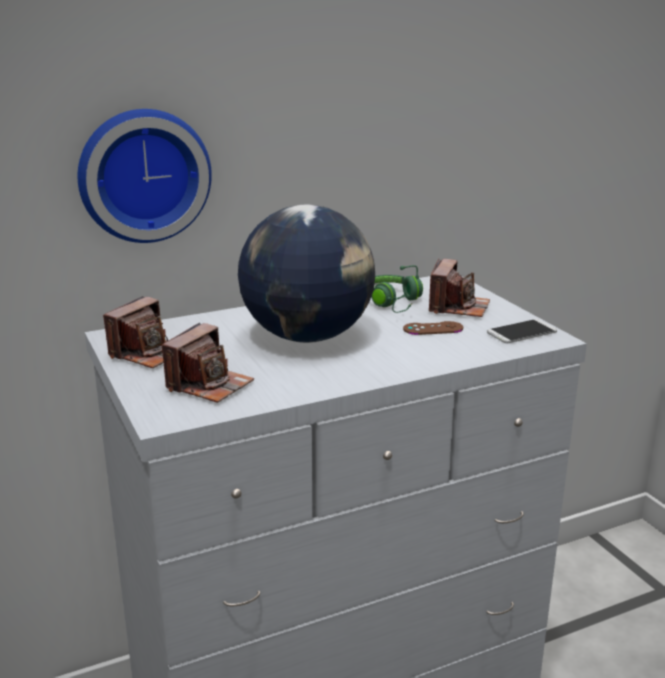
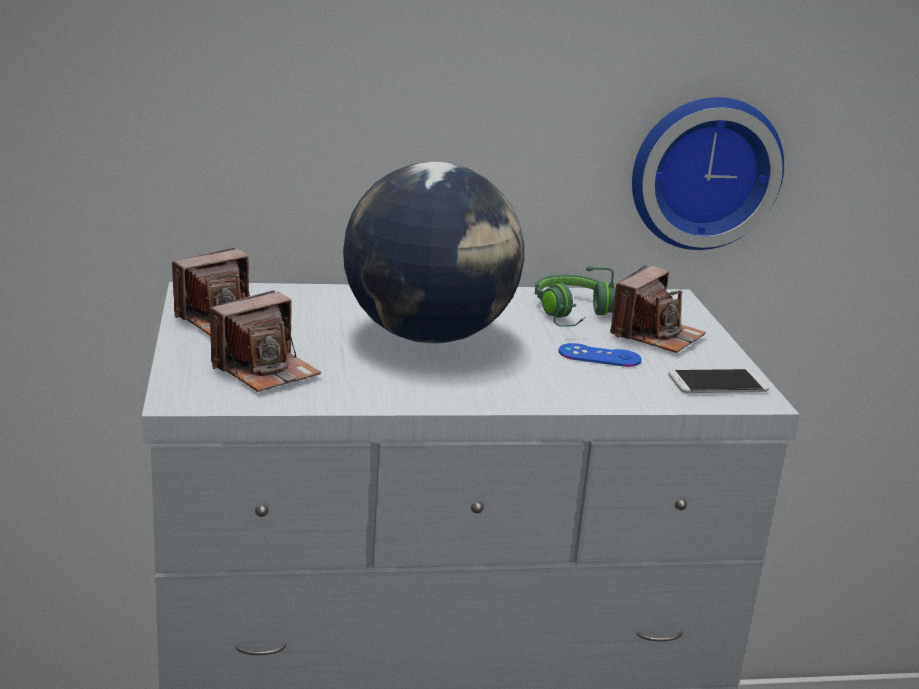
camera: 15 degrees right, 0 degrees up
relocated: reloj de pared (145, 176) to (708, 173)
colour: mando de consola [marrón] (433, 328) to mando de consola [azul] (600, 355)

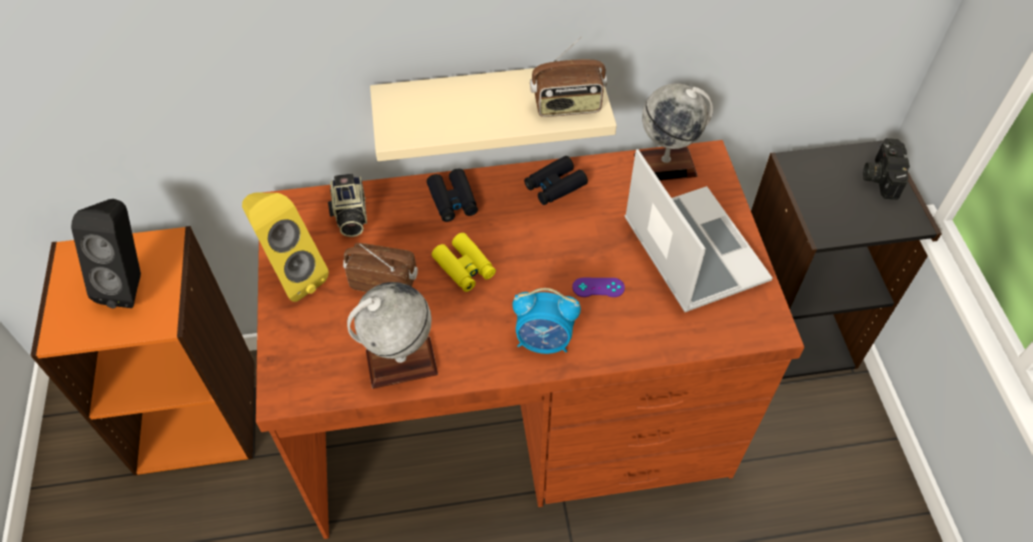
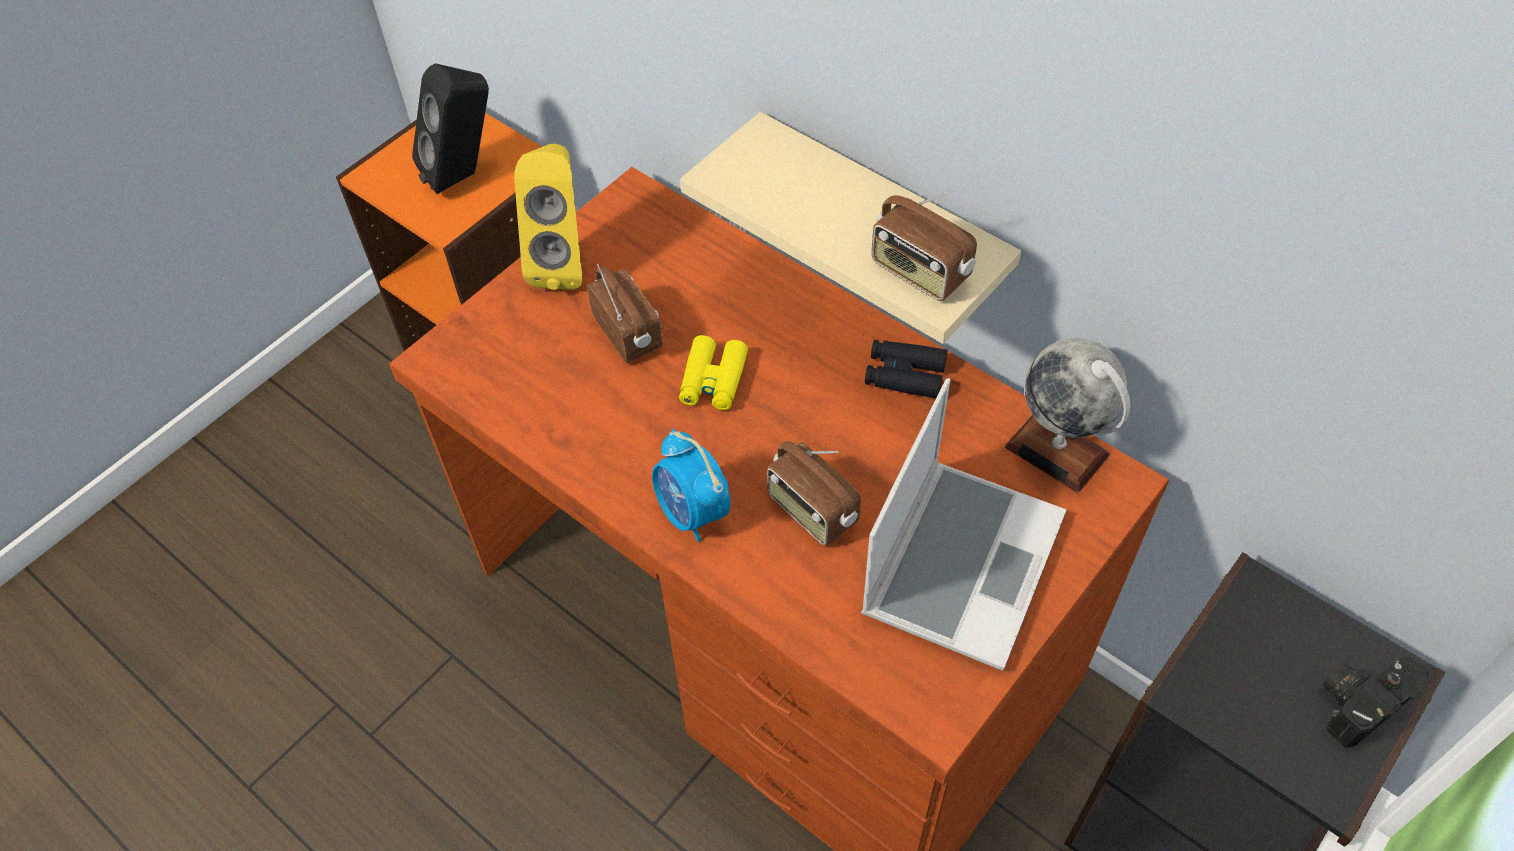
camera: 50 degrees right, 0 degrees up
missing: prismáticos [negro] (452, 195); cámara (347, 205); globo terráqueo (392, 335)
exchanged: mando de consola [morado] (598, 287) to radio (814, 493)

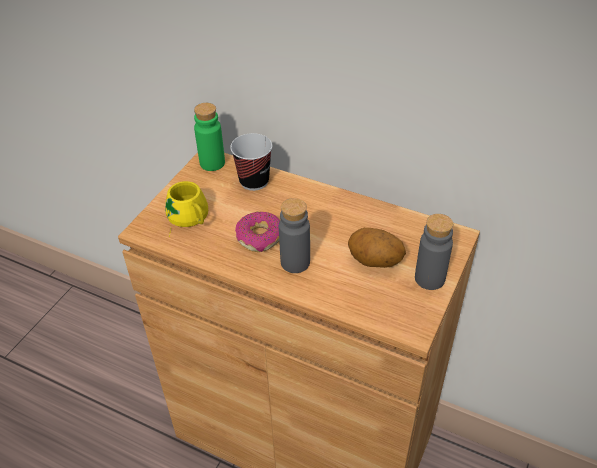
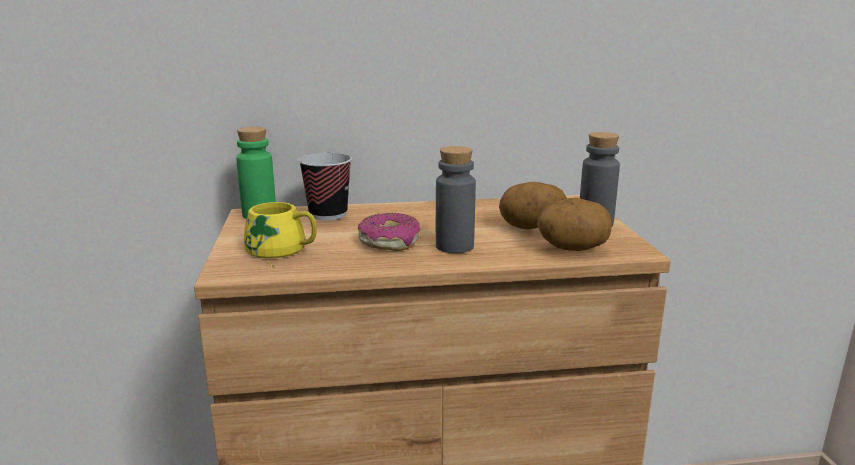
camera: 35 degrees left, 25 degrees down
appeared: patata (574, 224)

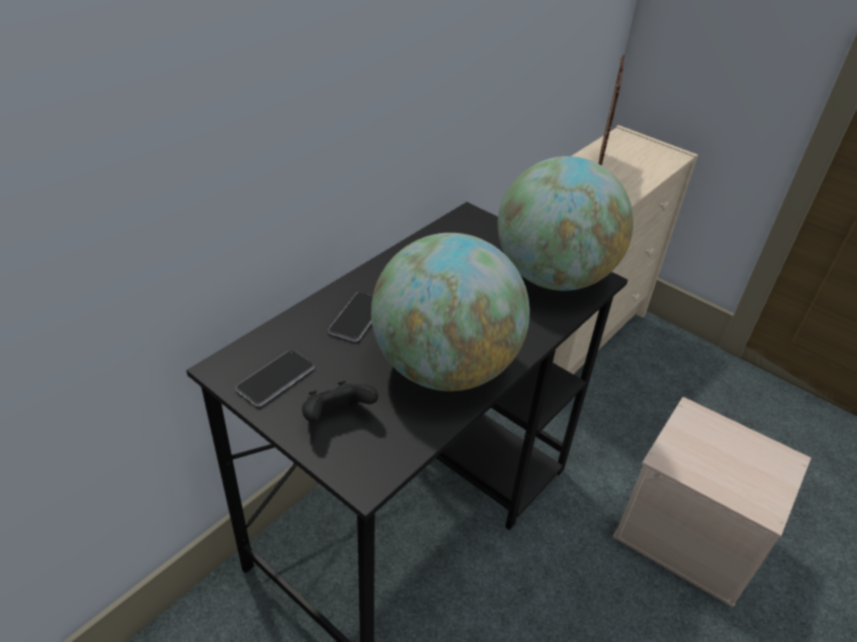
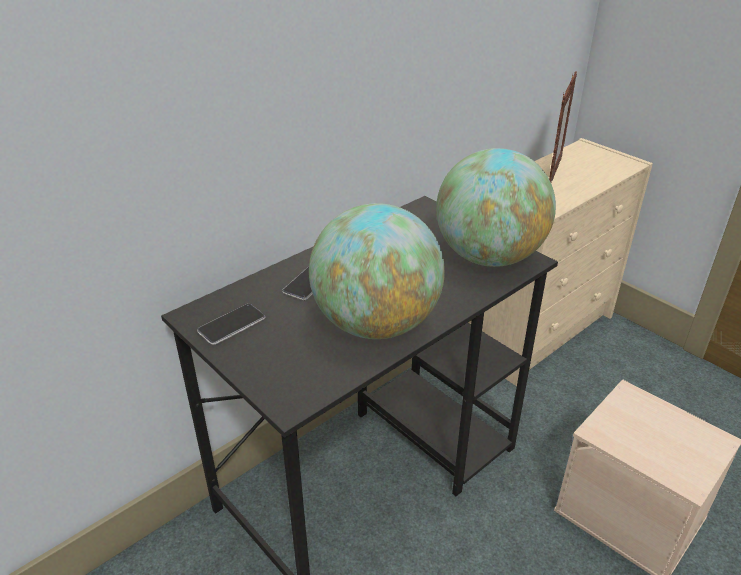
camera: 10 degrees right, 5 degrees down
missing: mando de consola [negro] (340, 401)

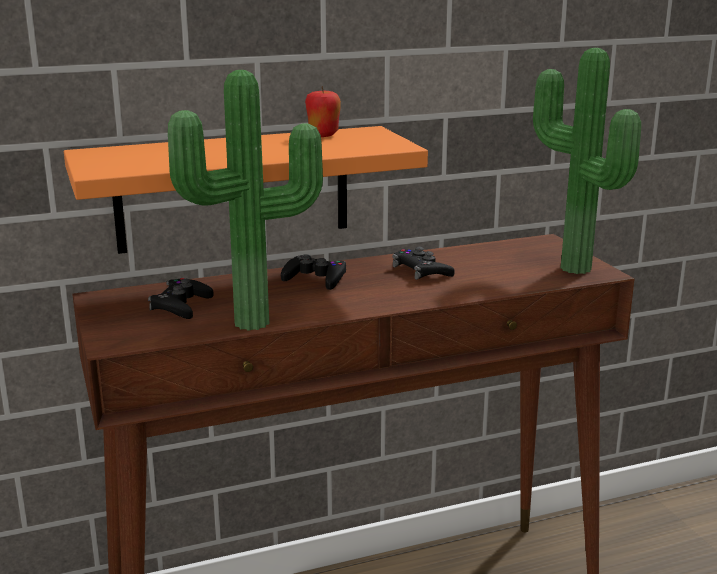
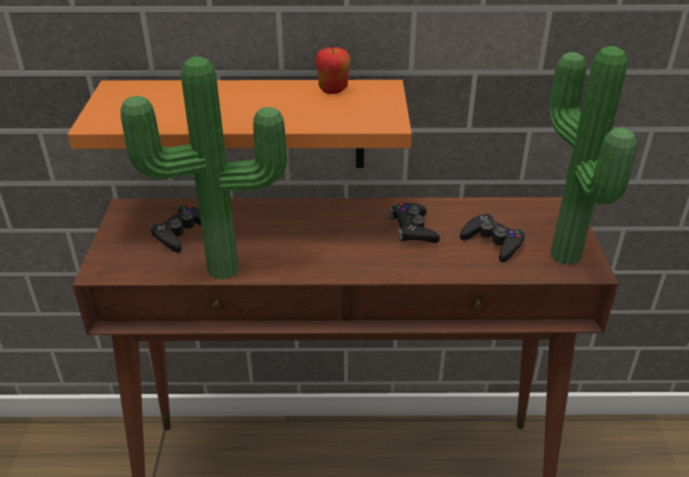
camera: 20 degrees right, 15 degrees up
relocated: mando de consola [negro] (313, 272) to (492, 238)

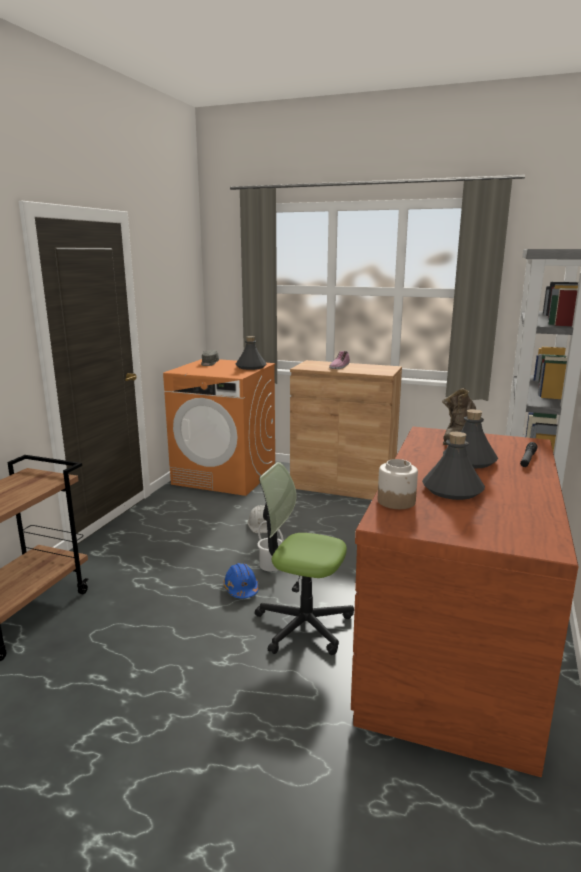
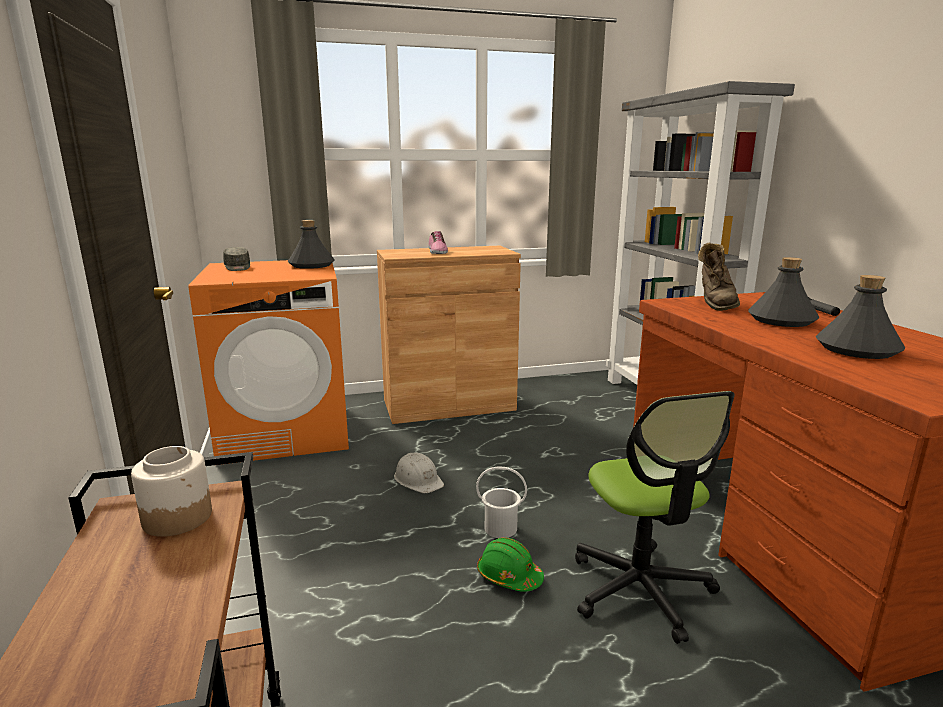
camera: 35 degrees left, 0 degrees up
relocated: tarro (398, 484) to (171, 491)
colour: casco [azul] (240, 580) to casco [verde] (510, 564)
spun: silla de oficina (304, 558) = (655, 517) 90 degrees counterclockwise

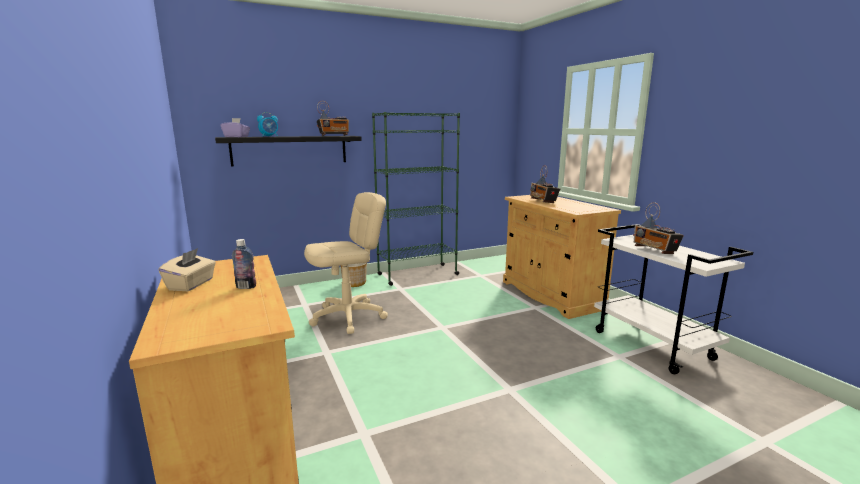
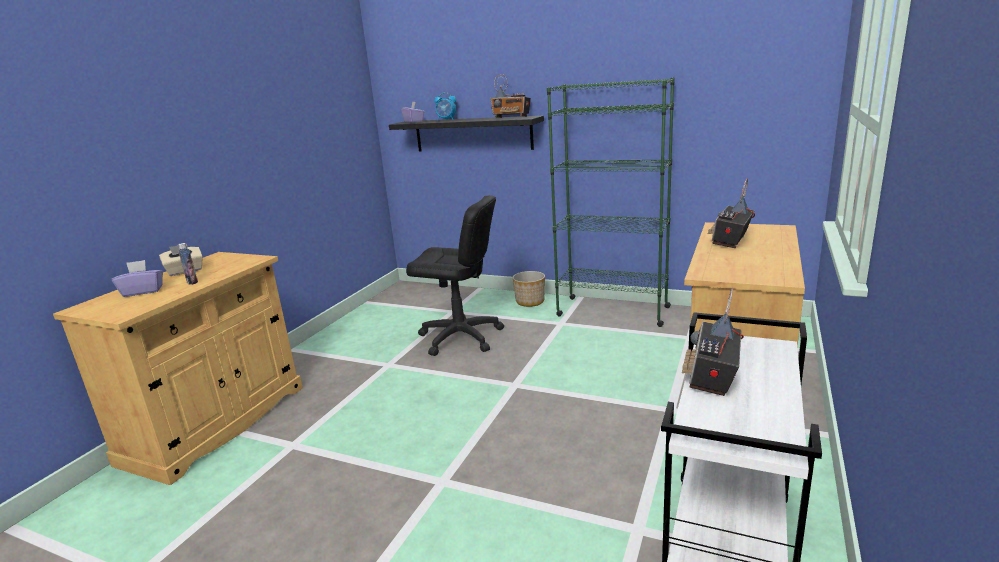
camera: 50 degrees right, 5 degrees up
appeared: caja de pañuelos [morado] (137, 278)
colour: silla de oficina [beis] (346, 263) to silla de oficina [negro] (455, 275)

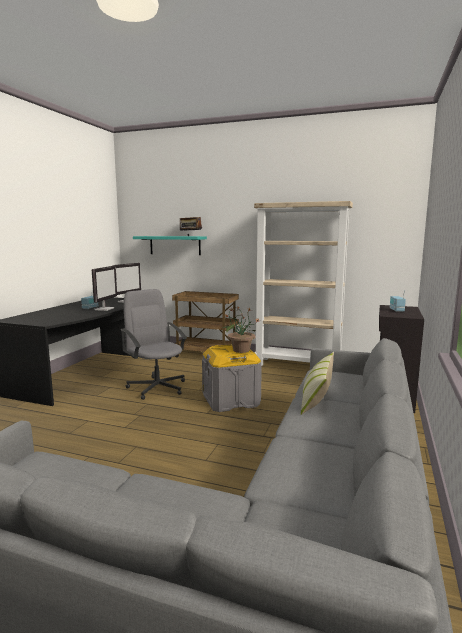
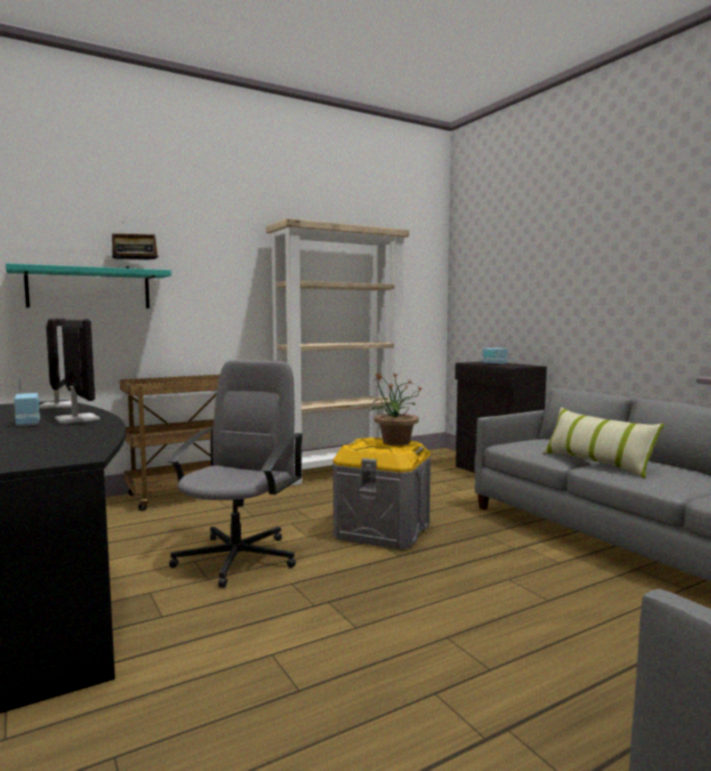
camera: 50 degrees left, 5 degrees down
spun: silla de oficina [gris] (153, 344) = (235, 474) 105 degrees clockwise

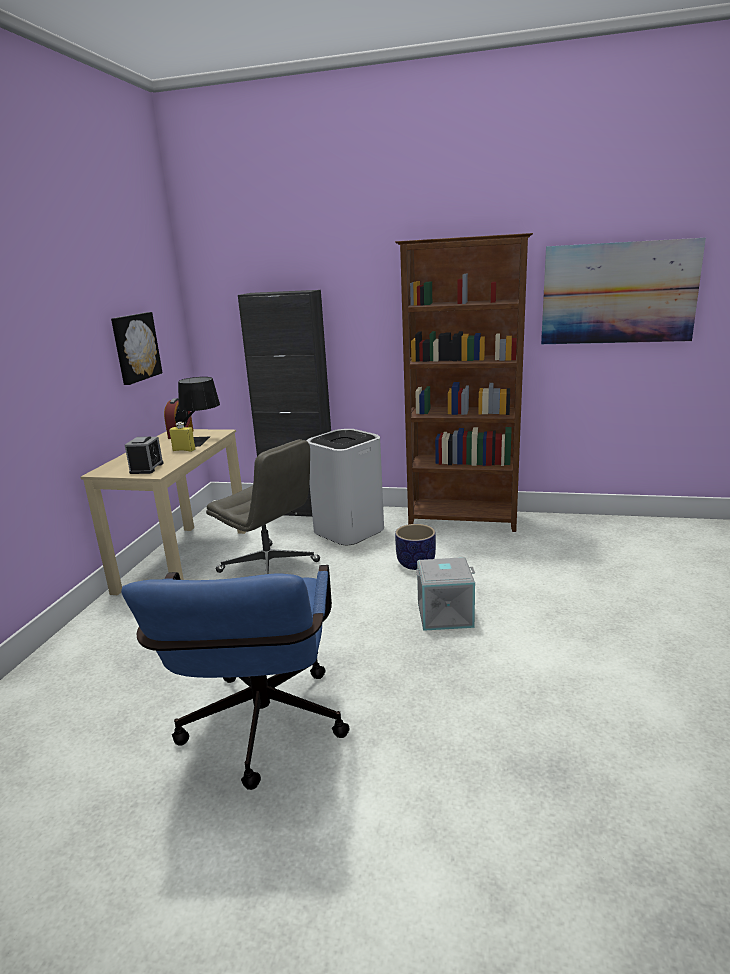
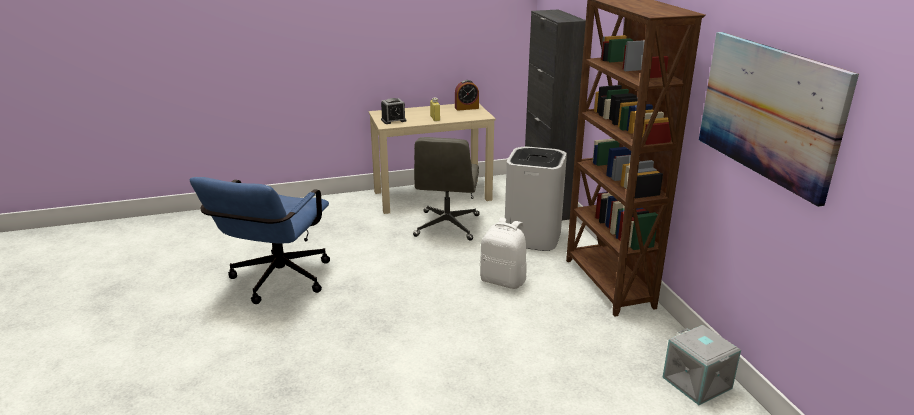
camera: 60 degrees right, 5 degrees up
missing: cuadro (136, 348); lámpara de mesa [negro] (197, 412)
relocated: caja de almacenaje [gris] (445, 594) to (701, 365)
exchanged: maceta (415, 547) to mochila [blanco] (503, 253)
spun: silla de oficina [azul] (235, 677) = (260, 240) 45 degrees counterclockwise

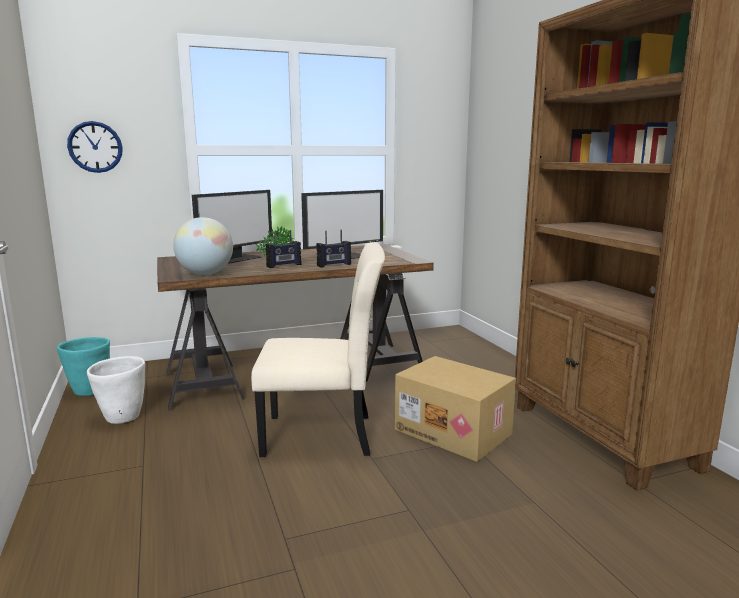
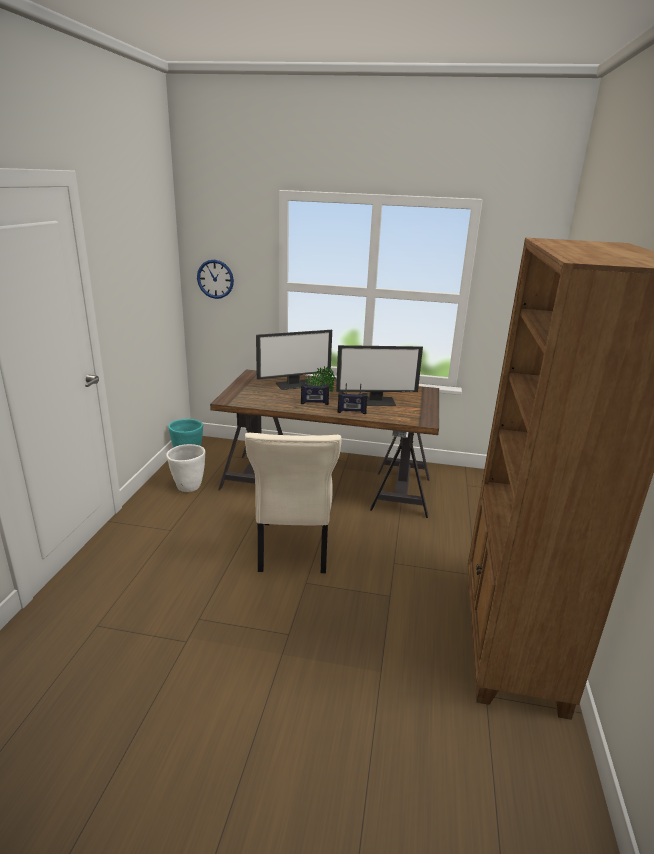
camera: 30 degrees right, 10 degrees up
missing: globo terráqueo (203, 246); caja de cartón (455, 409)
spun: silla [beis] (318, 349) = (293, 503) 60 degrees clockwise

